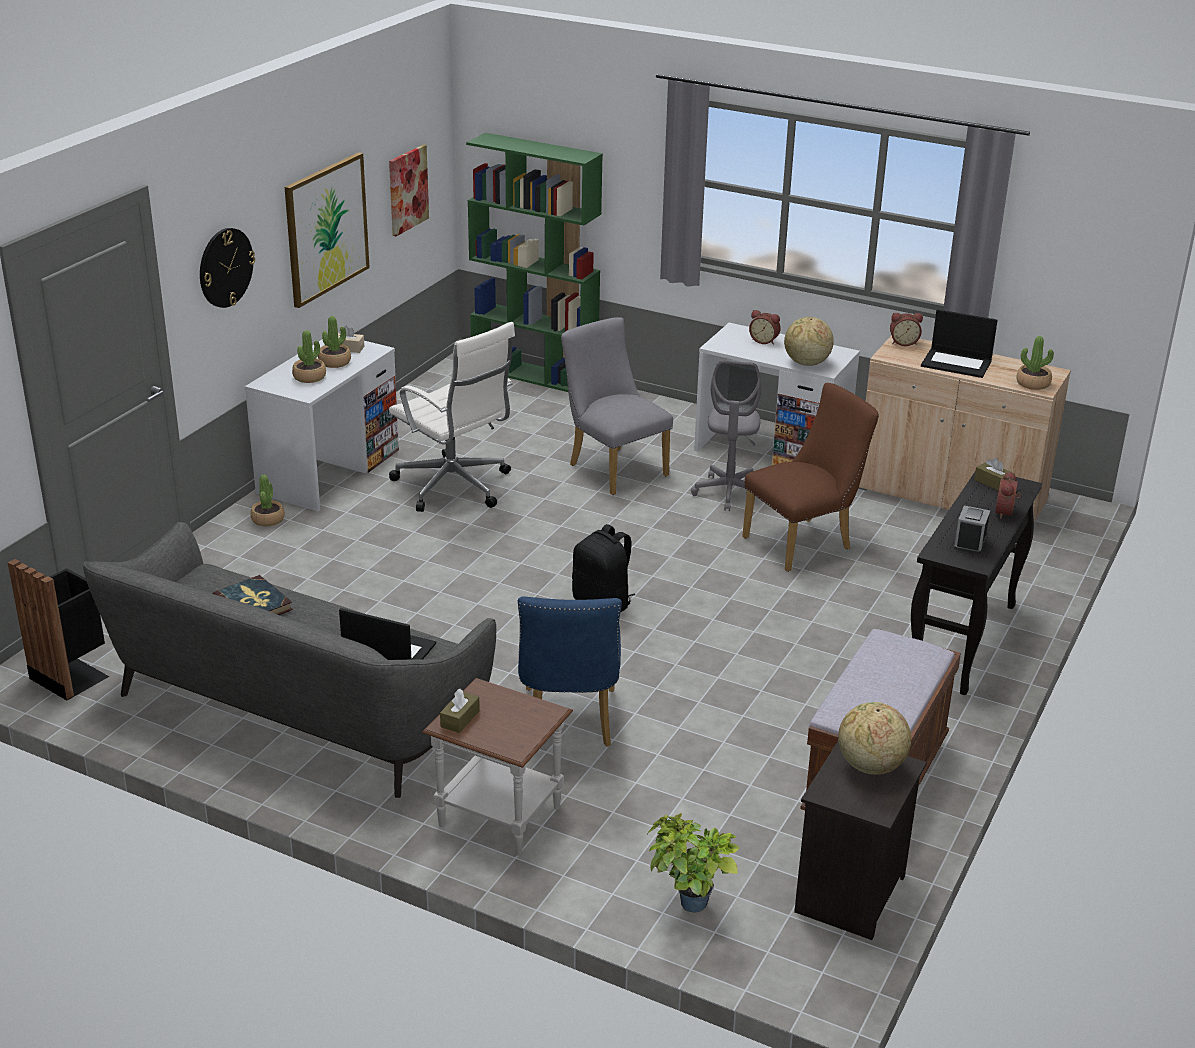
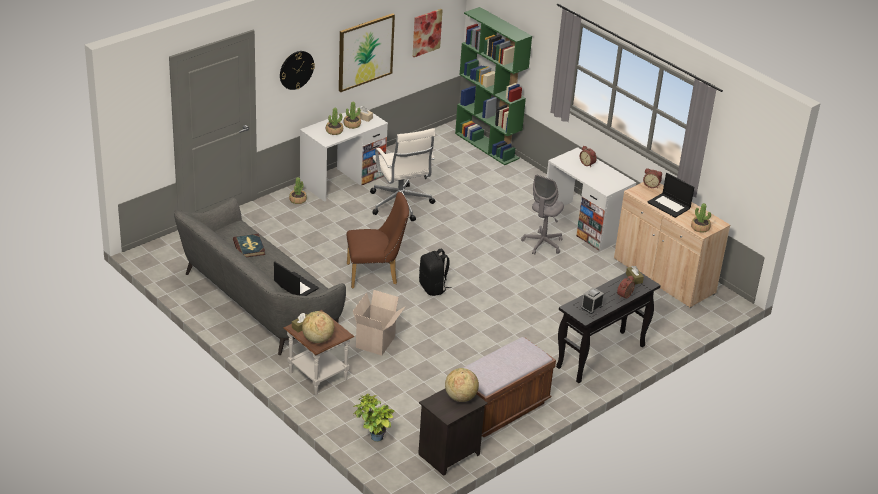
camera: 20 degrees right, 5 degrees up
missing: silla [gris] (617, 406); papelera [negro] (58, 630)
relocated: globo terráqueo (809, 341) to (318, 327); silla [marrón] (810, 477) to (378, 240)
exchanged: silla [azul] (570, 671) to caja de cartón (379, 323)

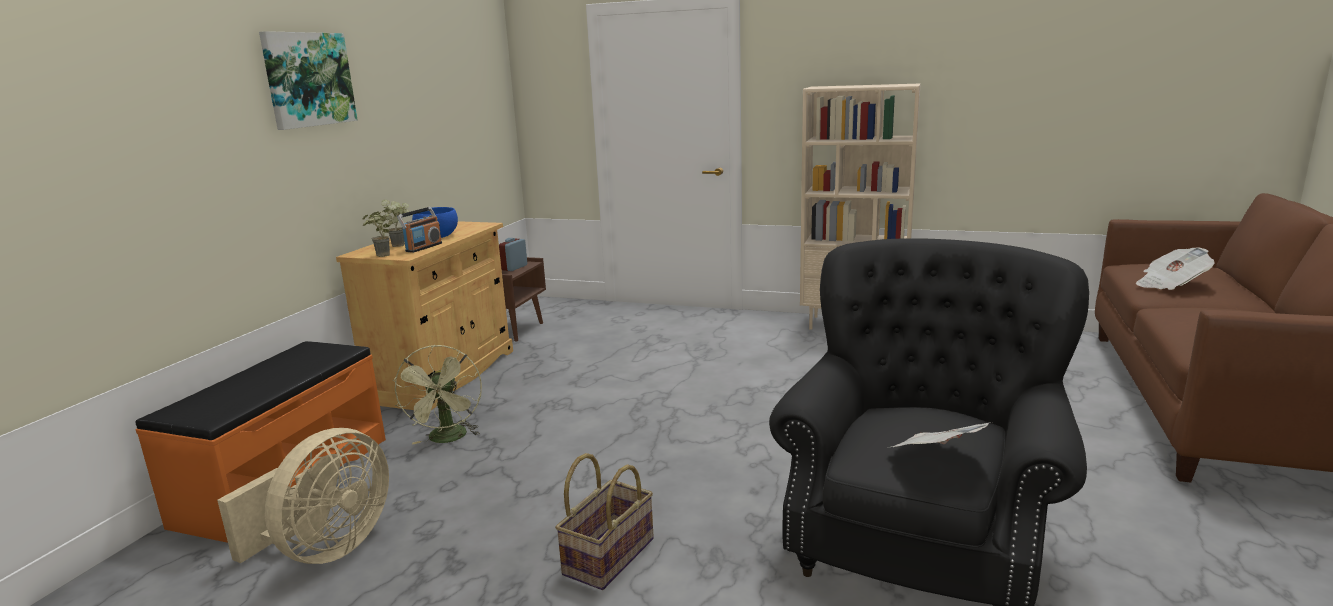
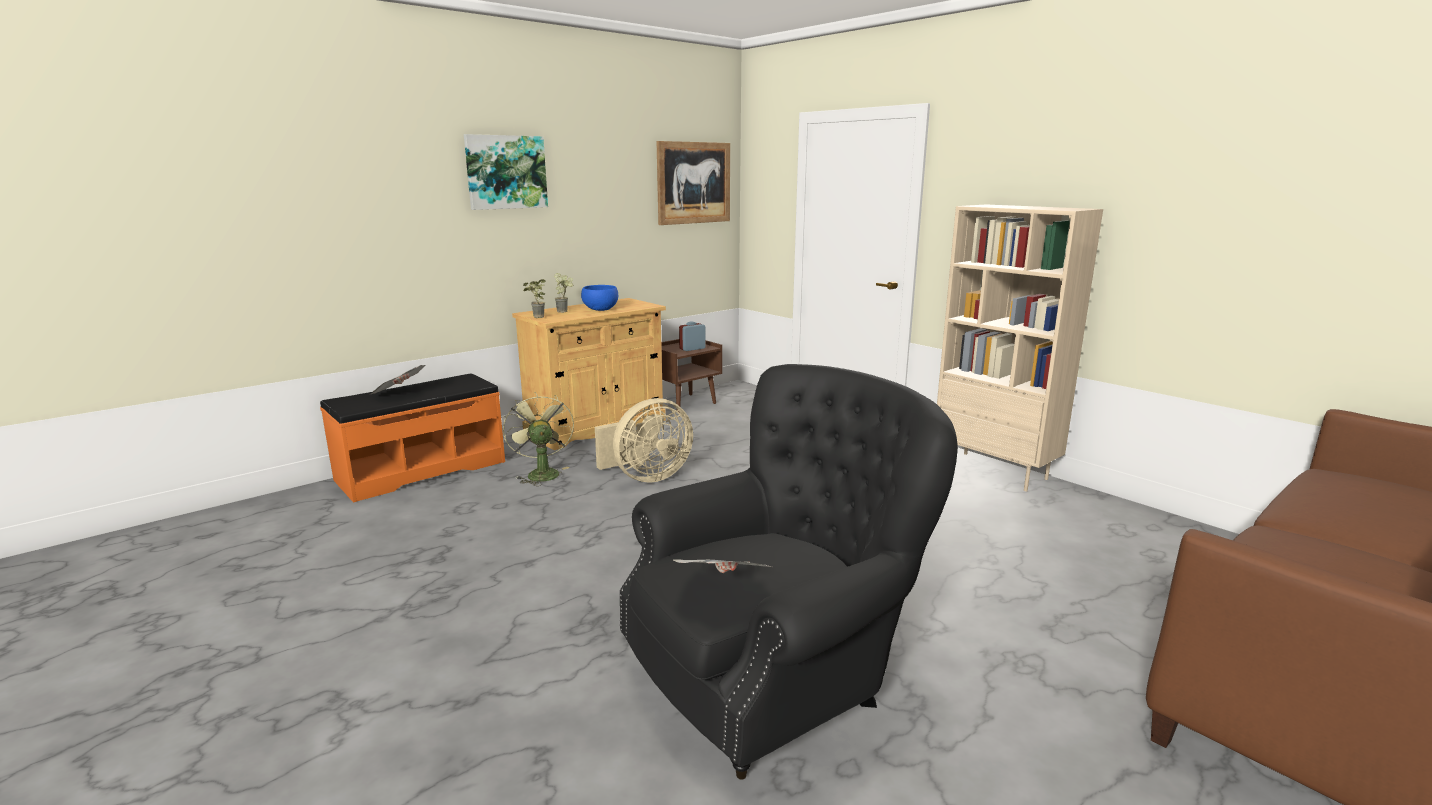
camera: 30 degrees right, 0 degrees up
missing: radio (419, 230); cesta (604, 521)
appeared: cuadro (693, 183)
relocated: periódico (1175, 268) to (397, 380); ventilador [beis] (303, 496) to (644, 440)
spun: ventilador [verde] (437, 394) = (538, 439) 135 degrees clockwise

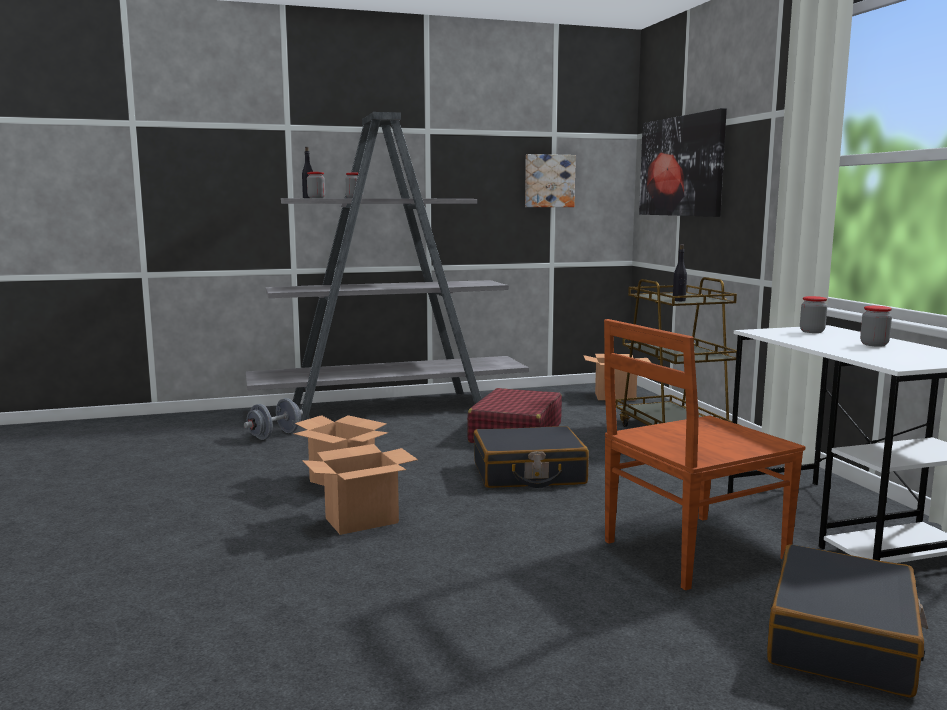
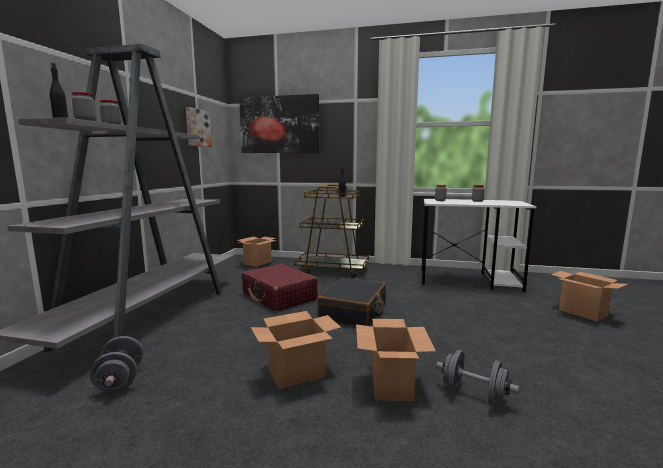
camera: 60 degrees left, 0 degrees up
missing: silla [marrón] (704, 454)
appeared: mancuerna [gris] (477, 378)
exchanged: maleta [negro] (847, 621) to caja de cartón (589, 296)

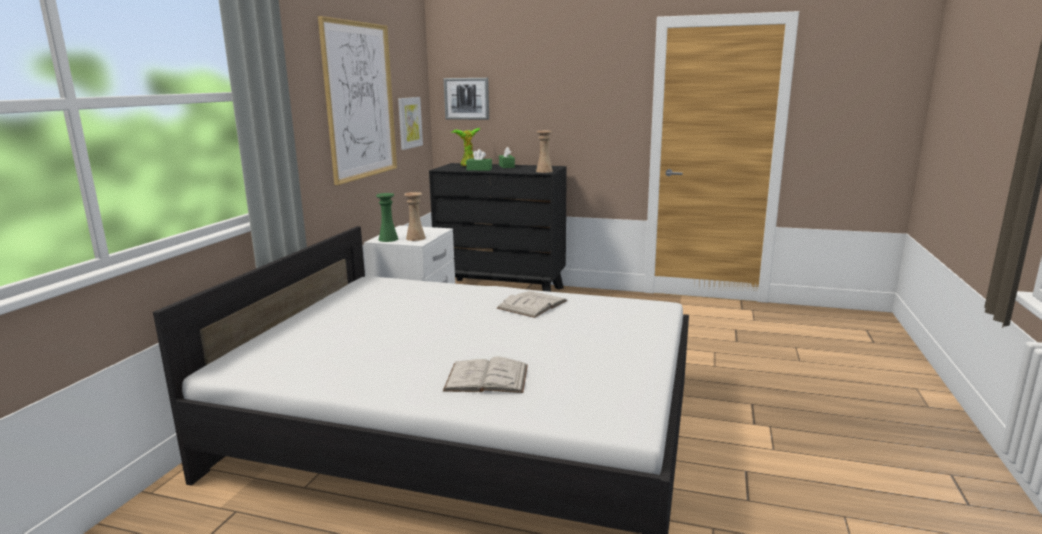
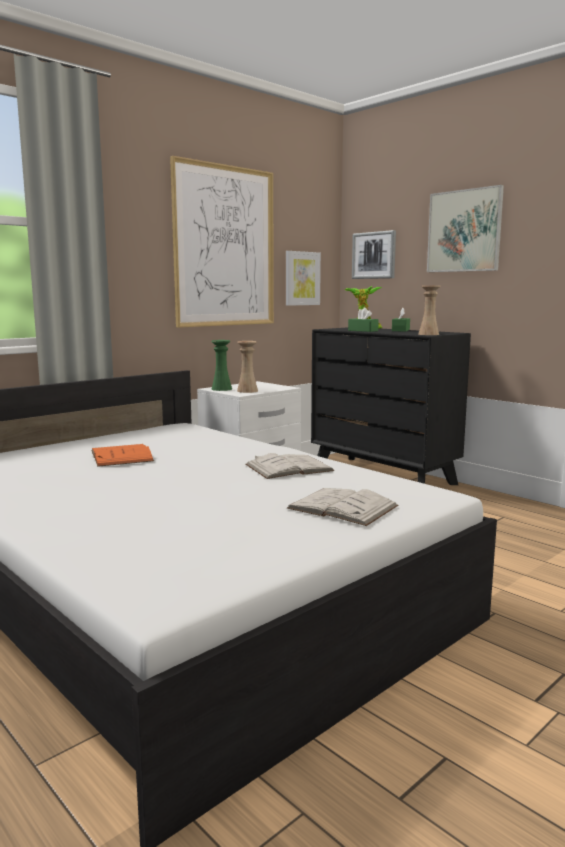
camera: 30 degrees right, 5 degrees down
appeared: cuadro (465, 228); libro [naranja] (122, 455)
relocated: libro [blanco] (485, 375) to (342, 507)

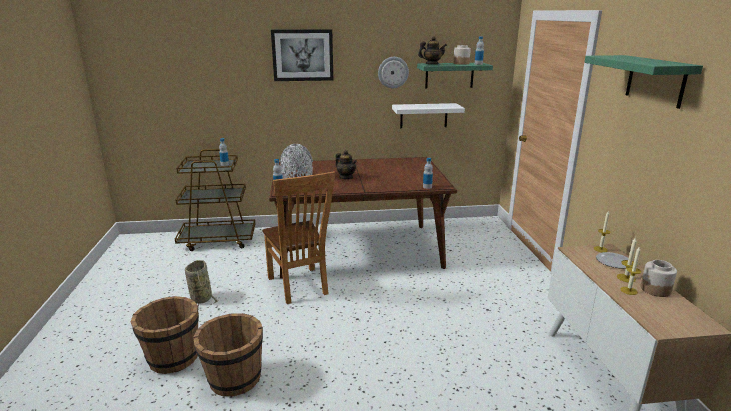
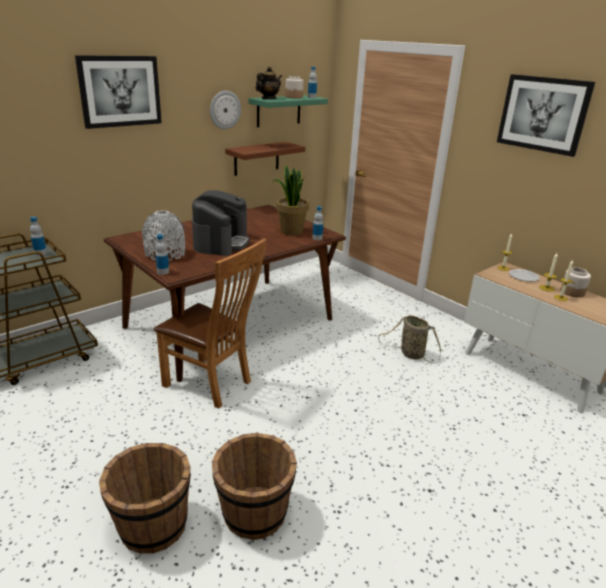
camera: 35 degrees left, 5 degrees up
appeared: planta en maceta (290, 200)
relocated: cesta (202, 285) to (409, 339)
exchanged: estante [verde] (643, 82) to cuadro (546, 115); tetera (346, 164) to cafetera (221, 223)
colour: estante [blanco] (428, 115) to estante [marrón] (265, 159)

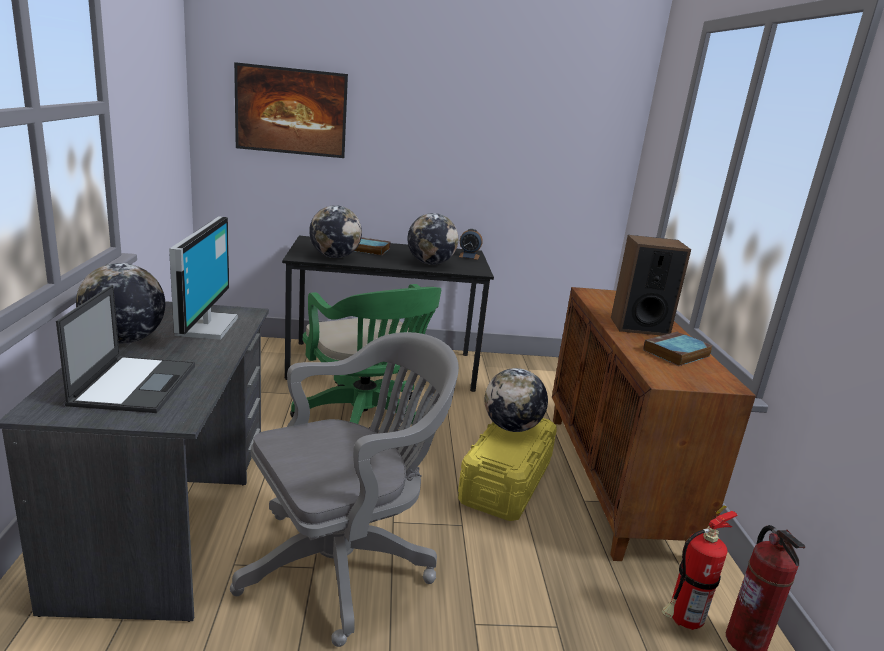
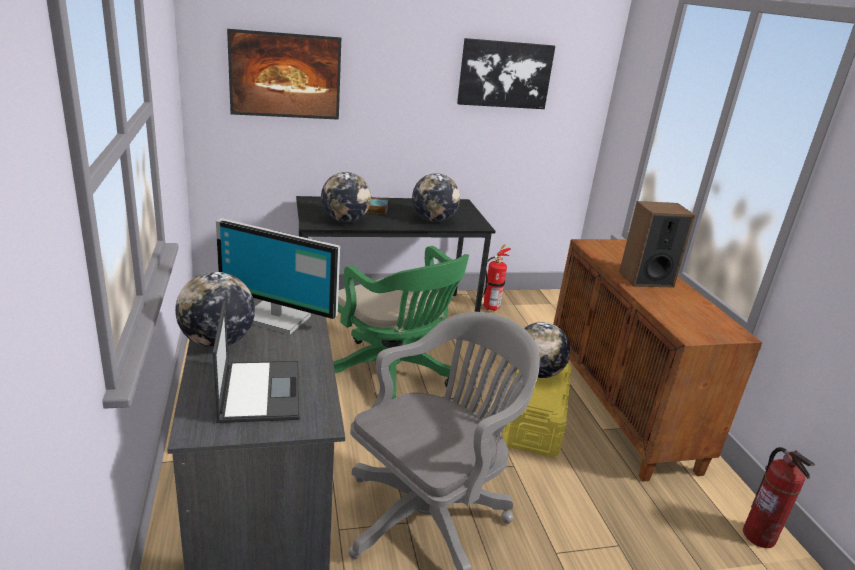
camera: 10 degrees left, 5 degrees up
missing: despertador (471, 244); libro (678, 348)
appeared: cuadro (506, 73)
relocated: extintor (700, 567) to (496, 277)
spun: monitor (203, 278) = (278, 276) 120 degrees clockwise

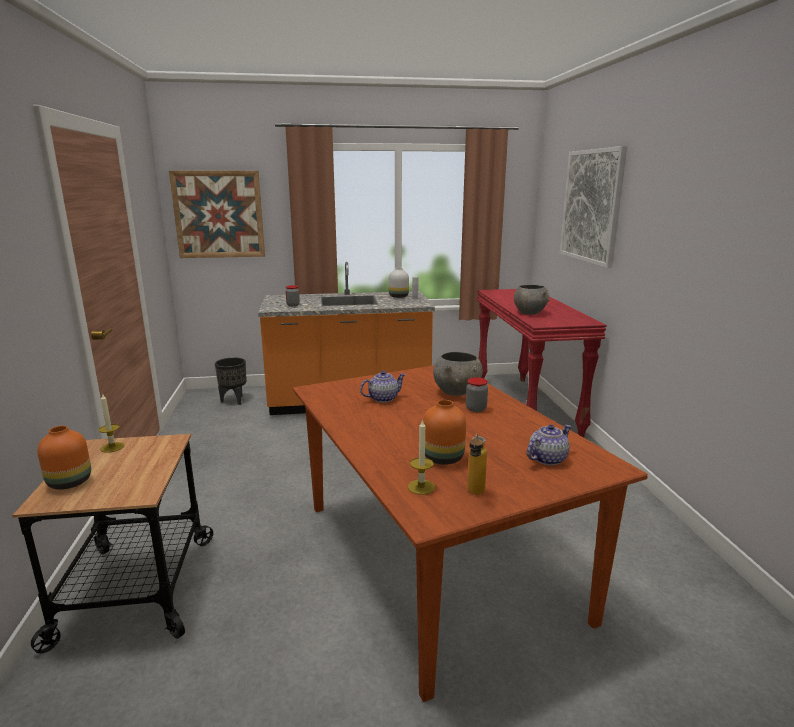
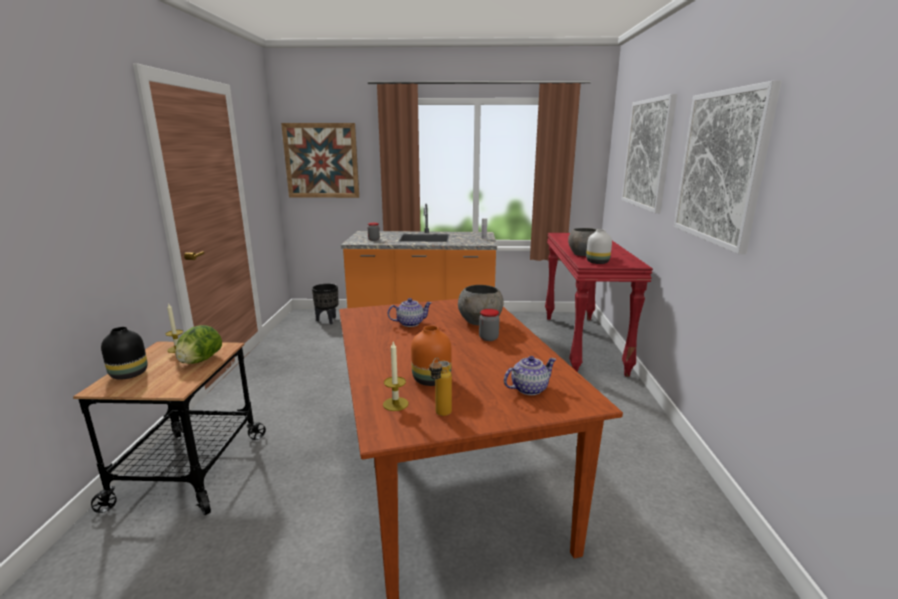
camera: 10 degrees right, 0 degrees up
appeared: cuadro (728, 167); lechuga (198, 344)
relocated: florero [blanco] (399, 282) to (599, 246)
colour: florero [naranja] (64, 458) to florero [negro] (124, 353)

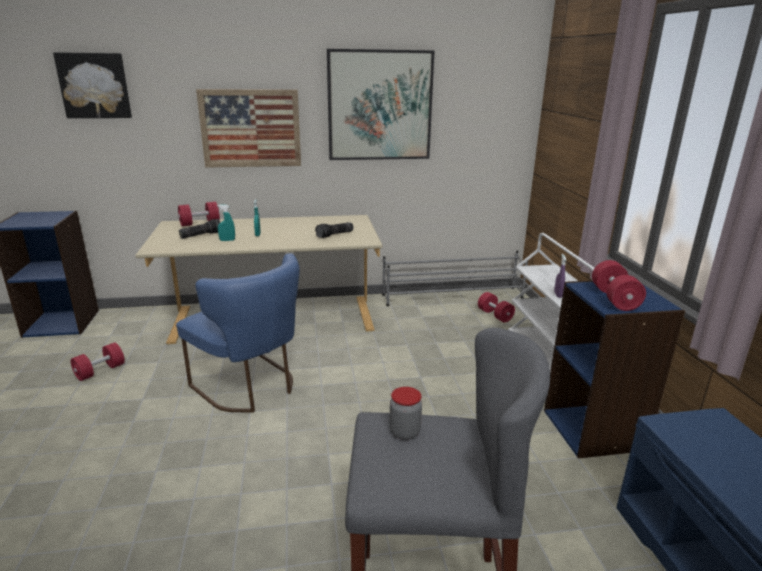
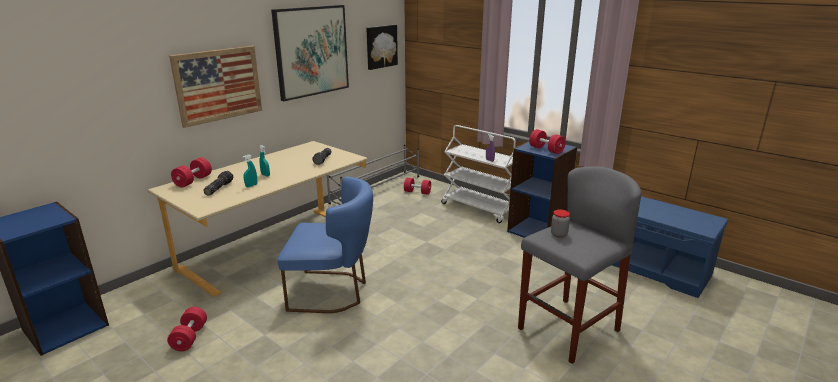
camera: 40 degrees left, 0 degrees up
relocated: cuadro (92, 85) to (382, 47)

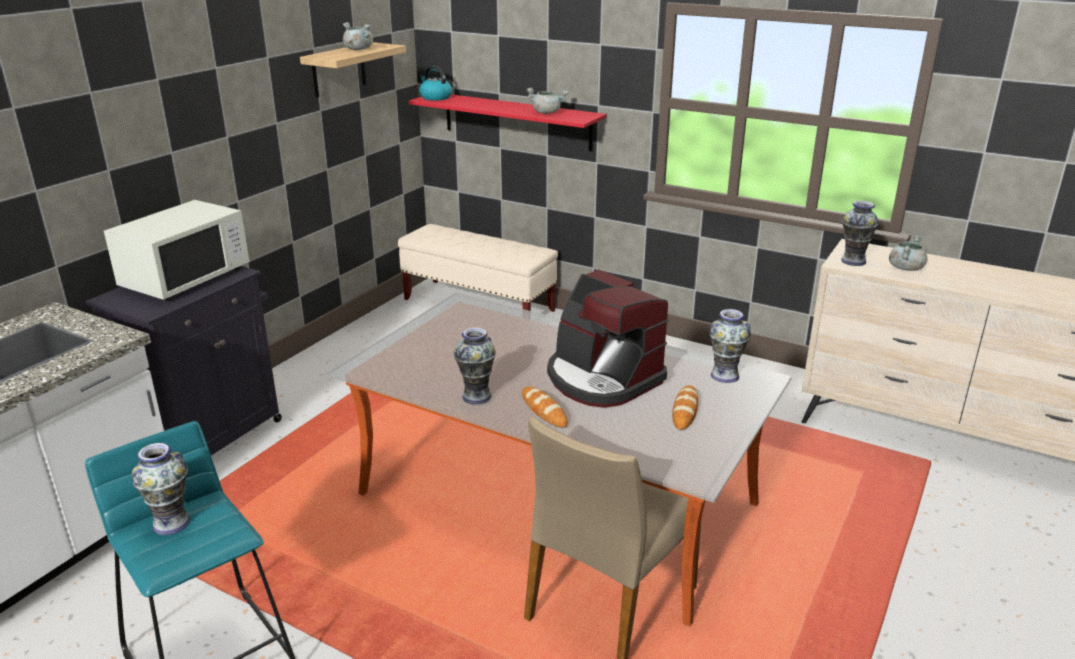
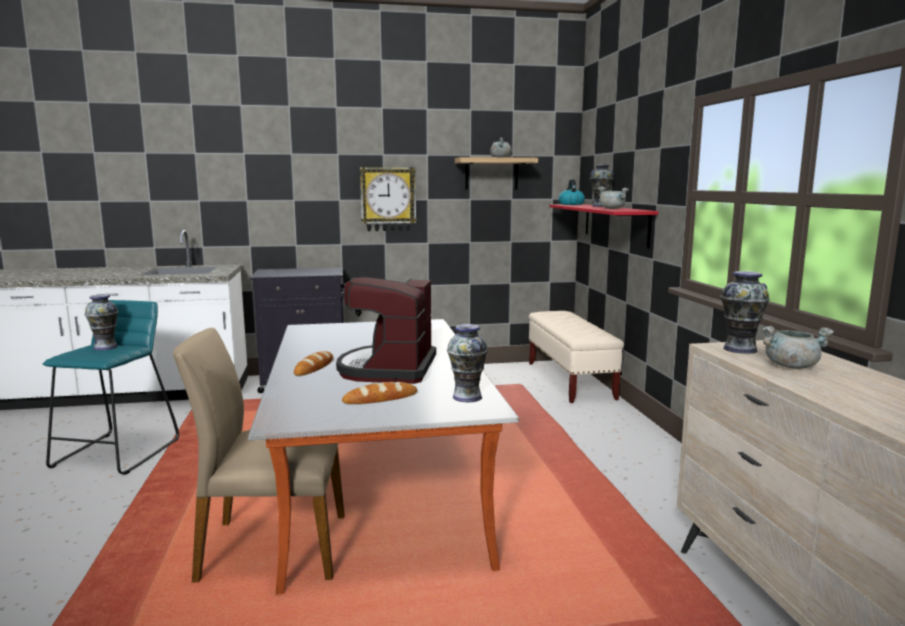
camera: 50 degrees right, 15 degrees down
missing: microondas [blanco] (176, 250)
appeared: reloj de pared (388, 199)
relocated: florero (475, 366) to (602, 186)

